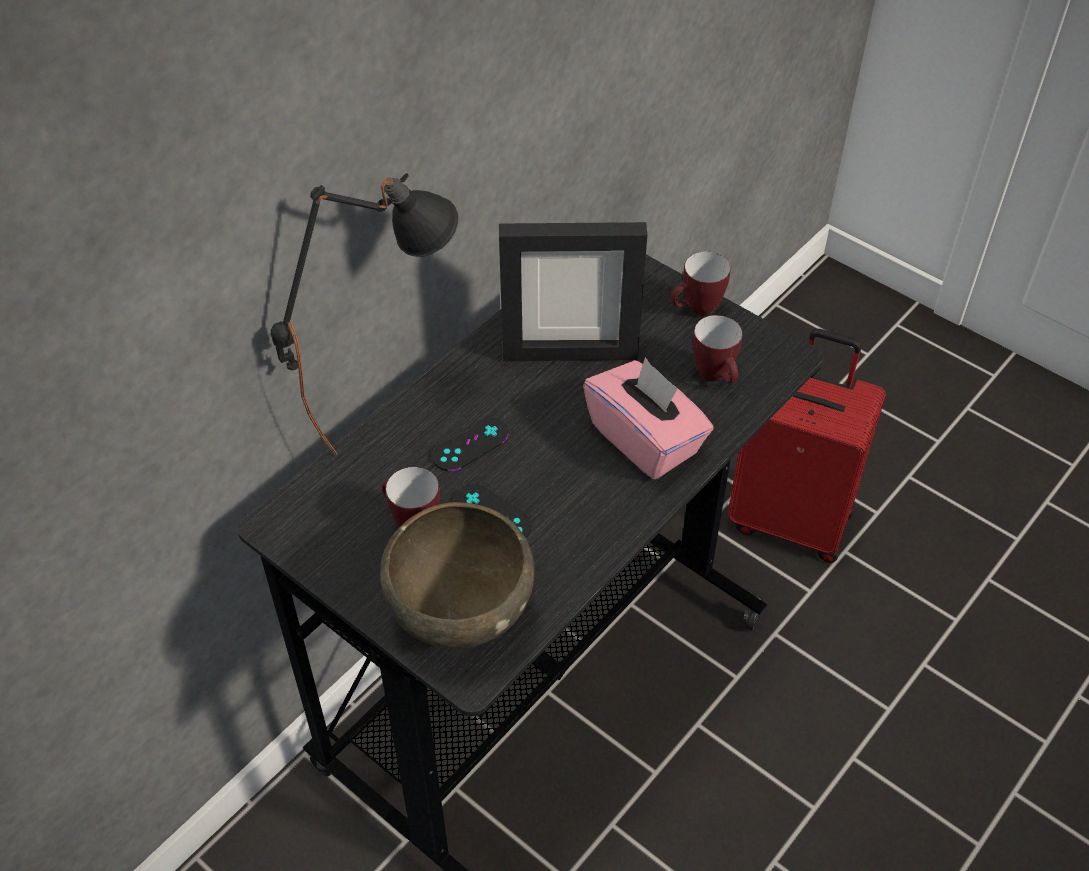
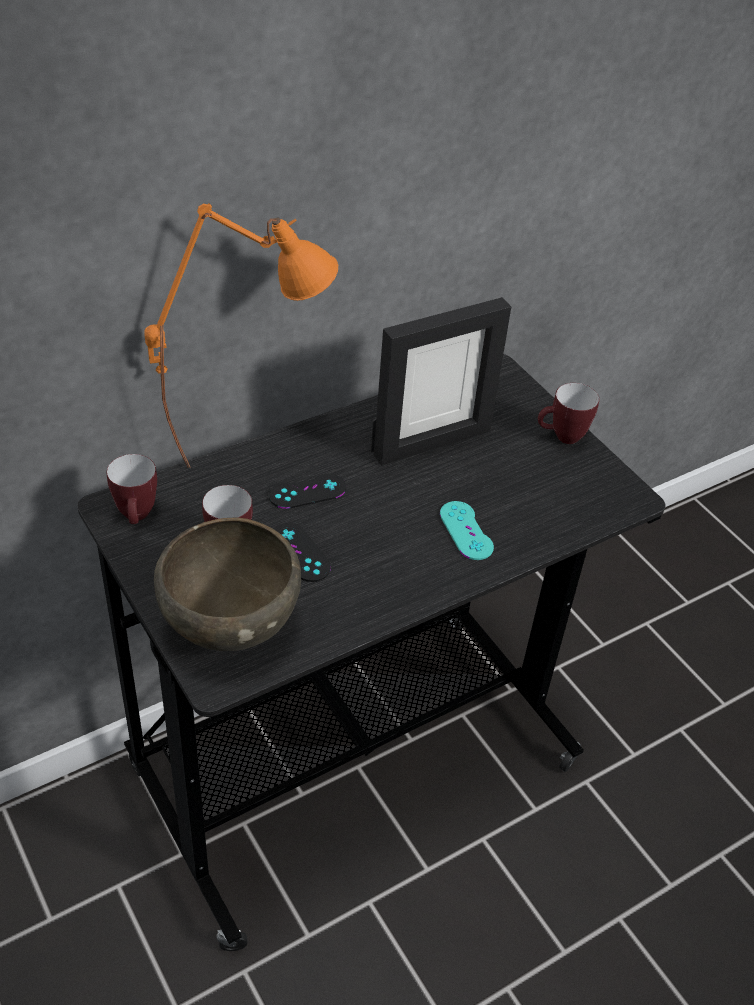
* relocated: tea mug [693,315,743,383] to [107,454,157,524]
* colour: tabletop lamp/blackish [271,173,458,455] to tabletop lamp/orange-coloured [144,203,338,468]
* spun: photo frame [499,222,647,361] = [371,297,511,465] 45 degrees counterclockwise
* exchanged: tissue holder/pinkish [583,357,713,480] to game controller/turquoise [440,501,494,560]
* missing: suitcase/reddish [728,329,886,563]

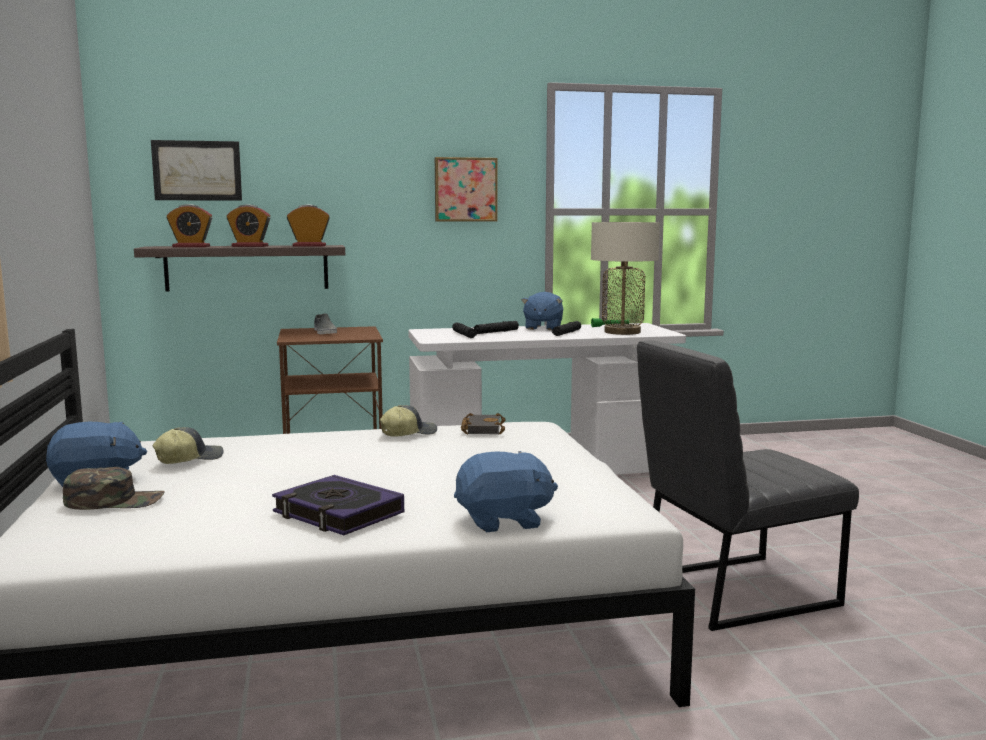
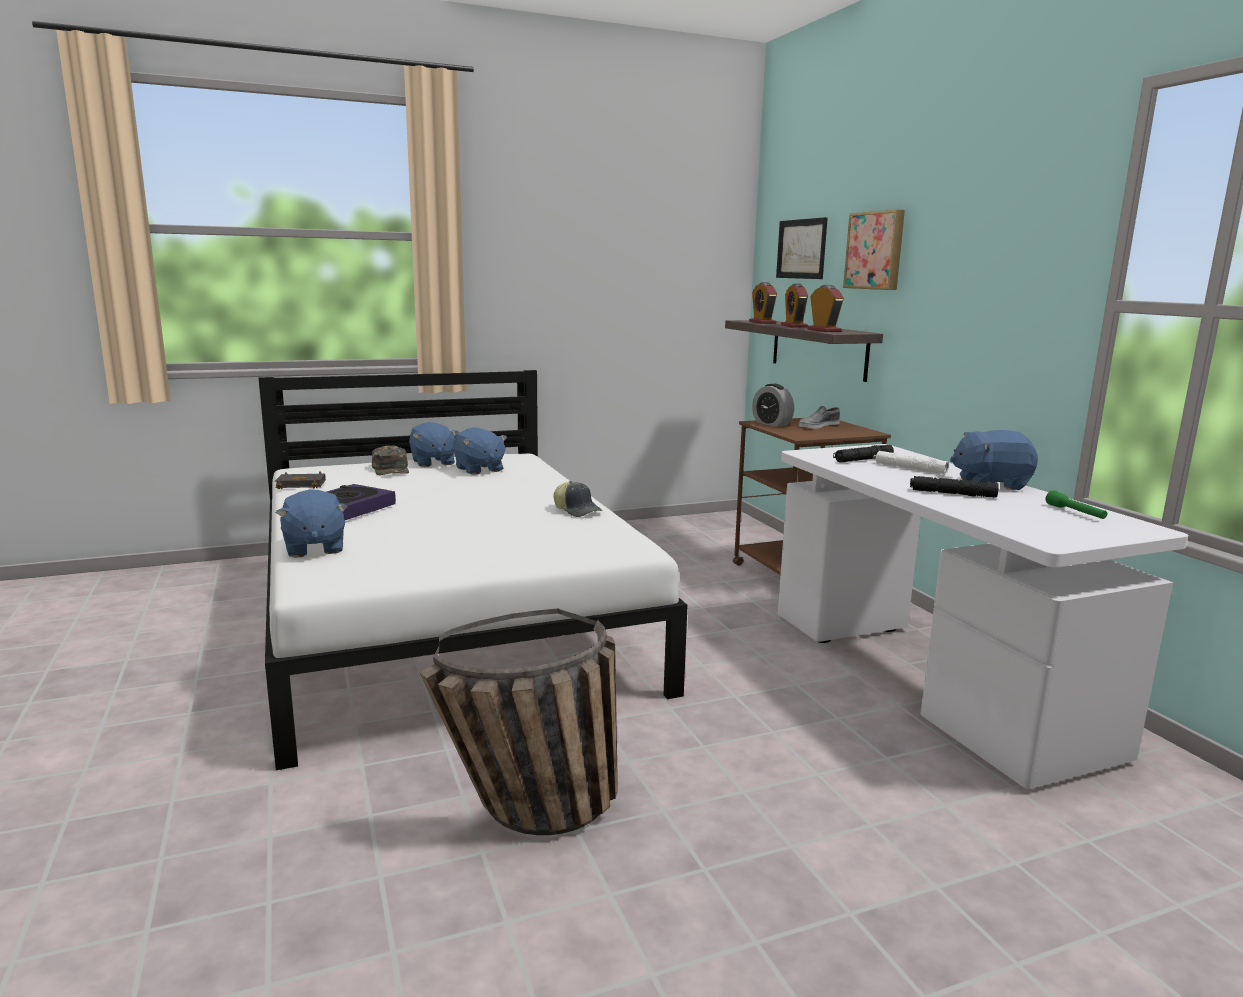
* relocated: book/blackish [461,413,505,435] to [275,472,326,489]
* exchanged: upright chair/gray [637,340,859,631] to household basket [420,609,618,835]
* exchanged: peaked cap [152,427,223,464] to plush toy/blue-coloured [453,427,507,475]
* appeared: table clock [752,384,794,427]
* relocated: wall picture [435,157,497,221] to [843,210,905,290]
* colour: torch/blackish [473,321,519,334] to torch/white-coloured [873,451,949,474]
* missing: tabletop lamp [591,222,660,335]

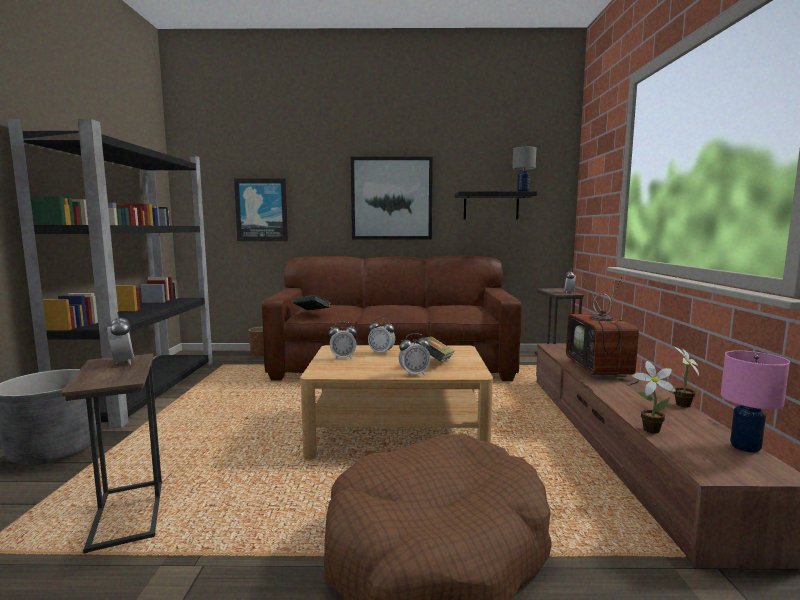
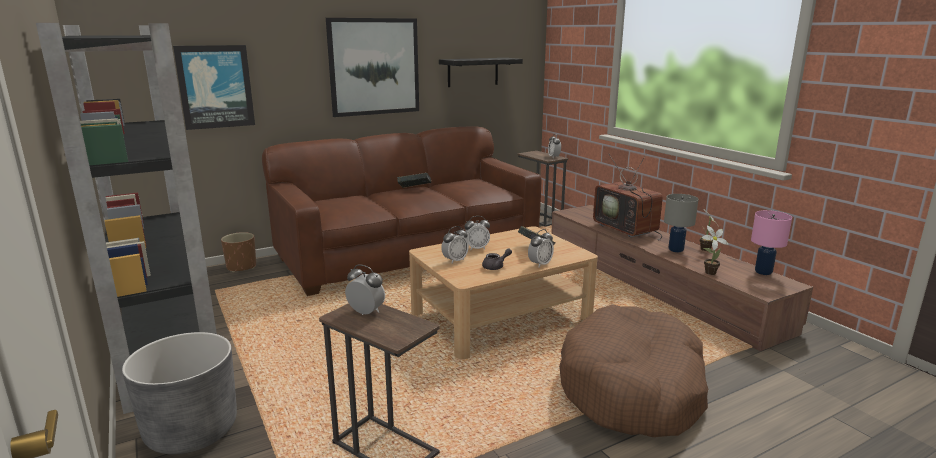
* relocated: book [293,295,331,311] to [397,173,432,188]
* appeared: tea pot/gray [482,248,512,270]
* relocated: tabletop lamp/gray [512,147,536,191] to [664,194,698,252]

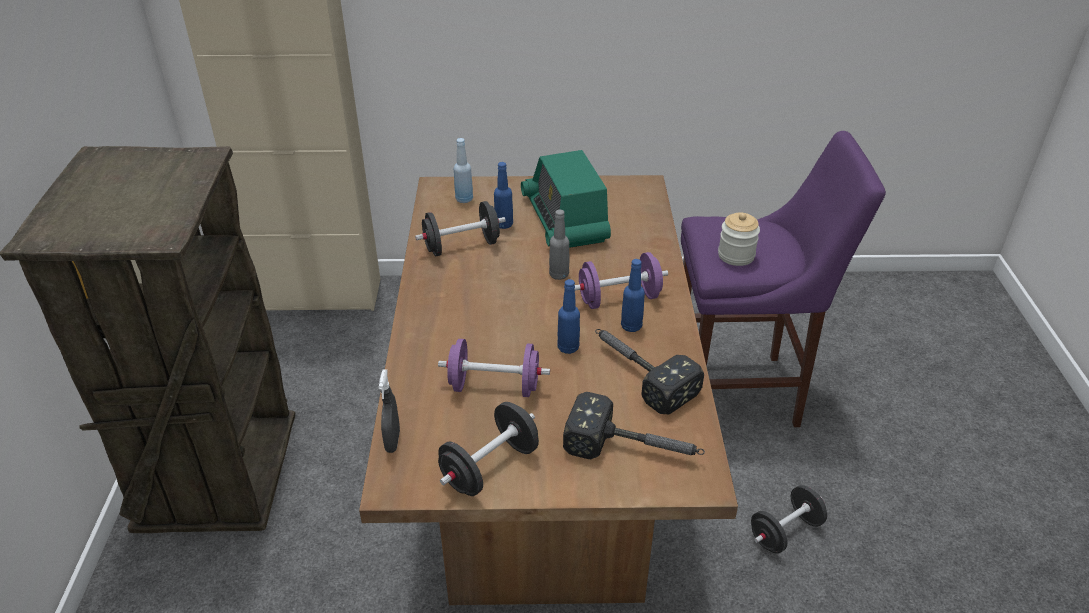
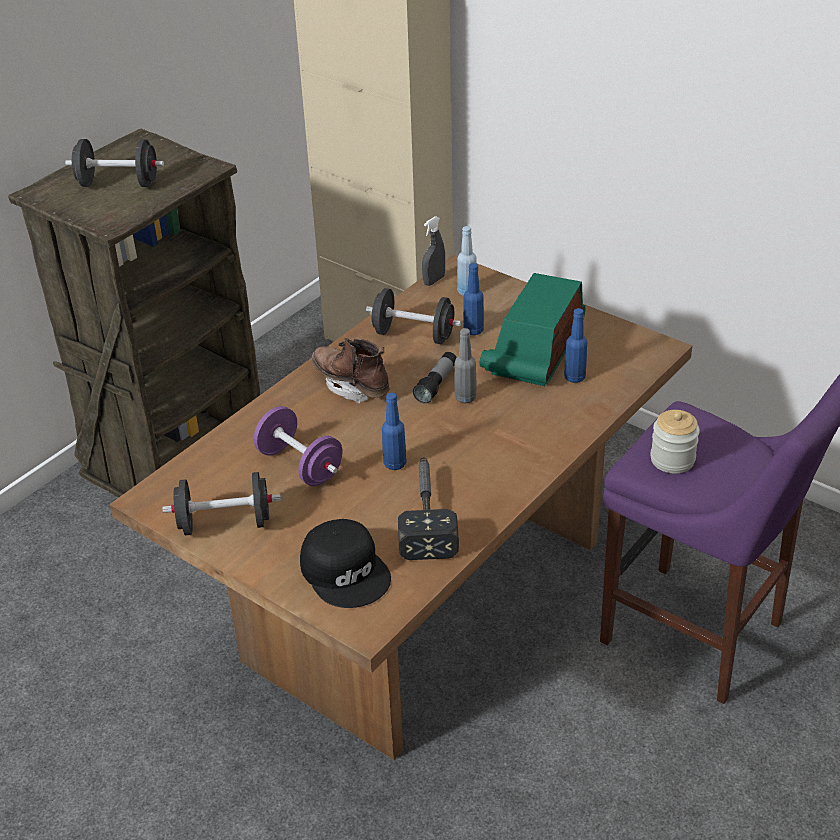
* relocated: hand weight/blackish [751,485,827,554] to [65,139,164,187]
* exchanged: hand hammer [563,392,705,459] to peaked cap/blackish [300,519,391,608]
* appeared: tall boot/brown [311,338,389,403]
* appeared: torch [413,352,457,404]
* relocated: sprayer/gray [379,370,400,453] to [422,216,445,286]
* relocated: beverage bottle/blue-coloured [621,259,645,332] to [564,308,587,383]
* missing: hand weight/purple-coloured [575,252,668,309]

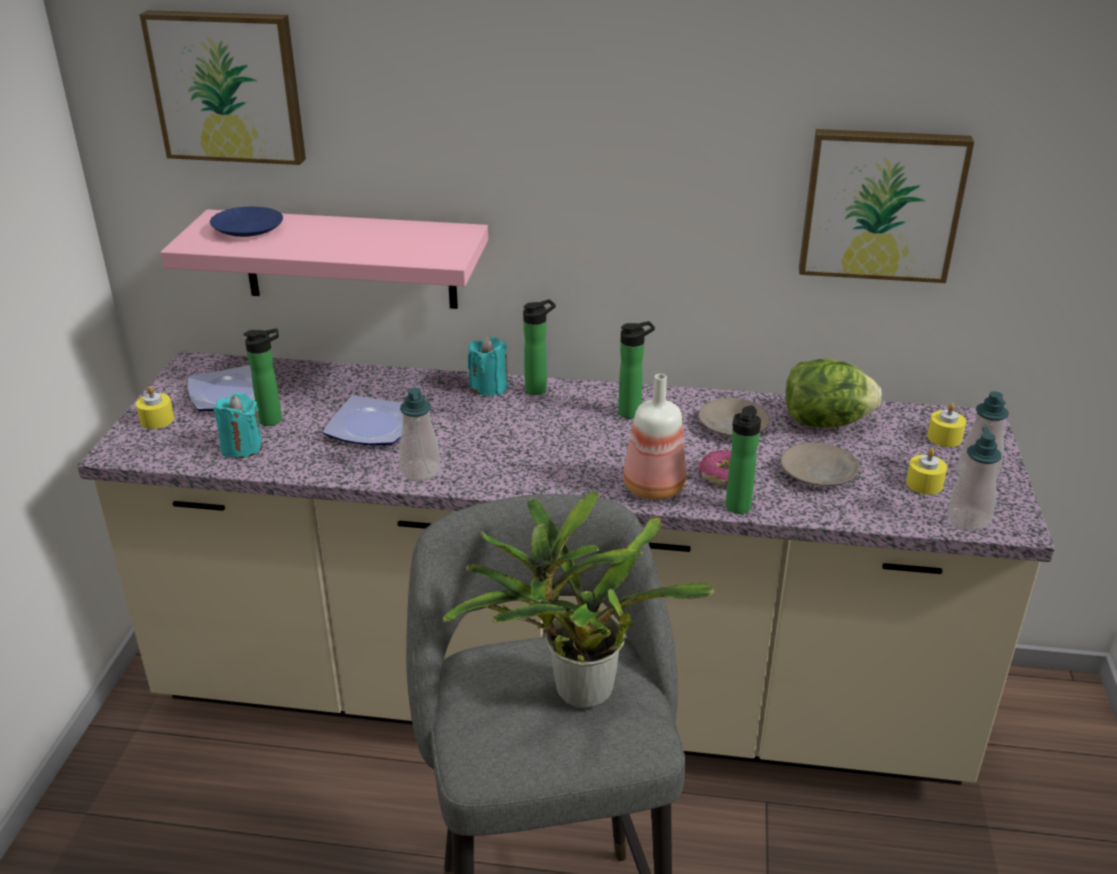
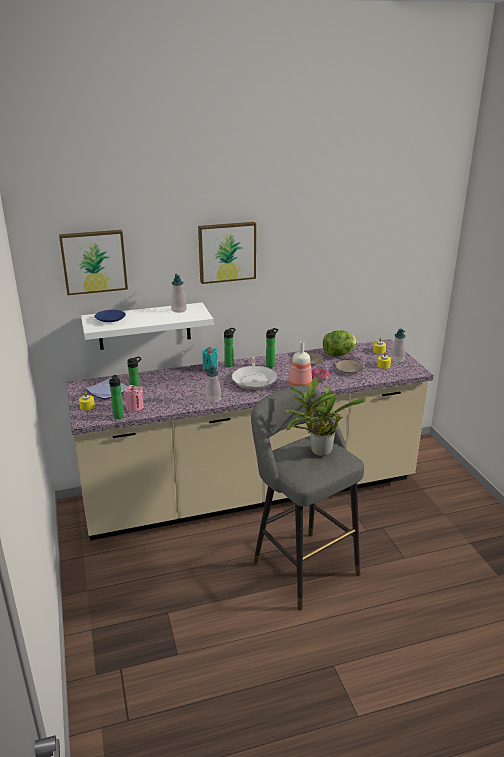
* colour: wall shelf/pinkish [160,209,488,309] to wall shelf/white-coloured [81,302,213,350]
* relocated: beverage bottle [725,405,761,514] to [109,375,124,419]
* colour: wax candle/turquoise [213,393,263,458] to wax candle/pinkish [124,385,144,412]
* relocated: liquid soap bottle [947,427,1002,531] to [171,274,187,313]
* relocated: wall picture [799,129,974,283] to [198,222,256,284]
* appeared: skillet [232,356,277,390]
* missing: flat dish [323,395,403,446]

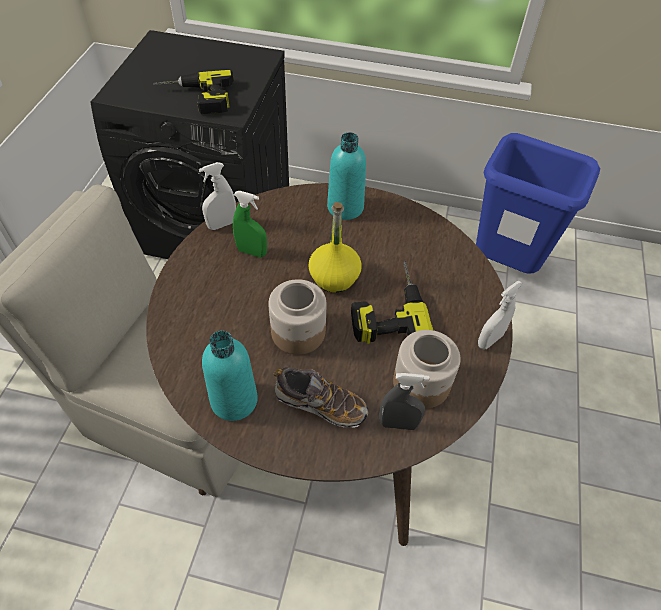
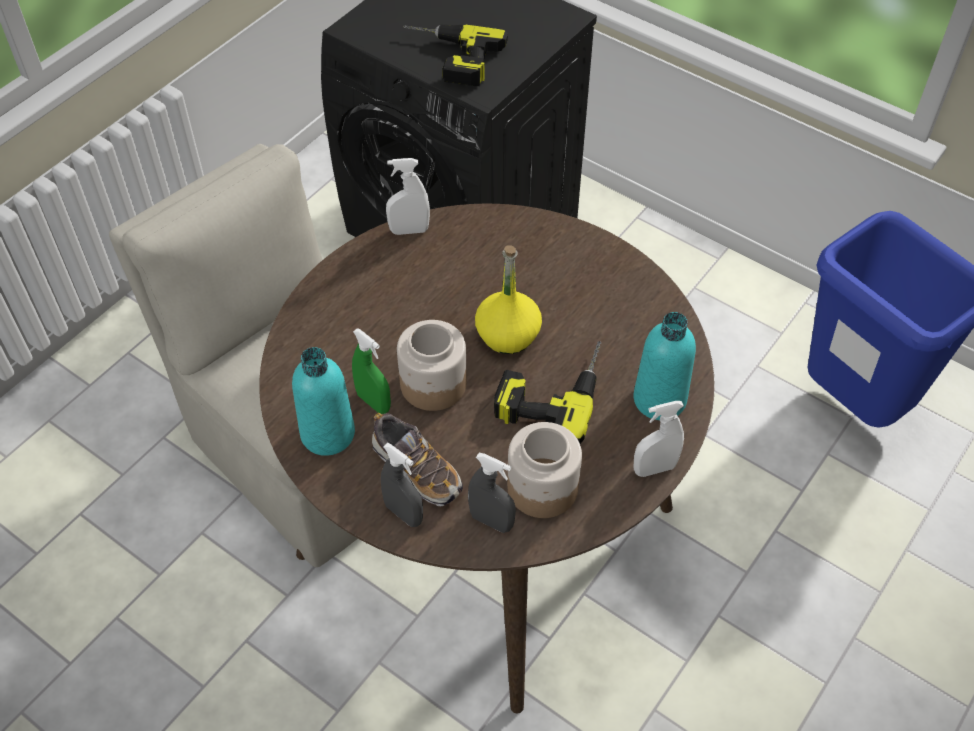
* relocated: sprayer/green [233,191,267,257] to [352,328,391,414]
* appeared: sprayer/gray [381,443,423,527]
* relocated: beverage bottle/turquoise [327,132,366,220] to [633,312,696,420]

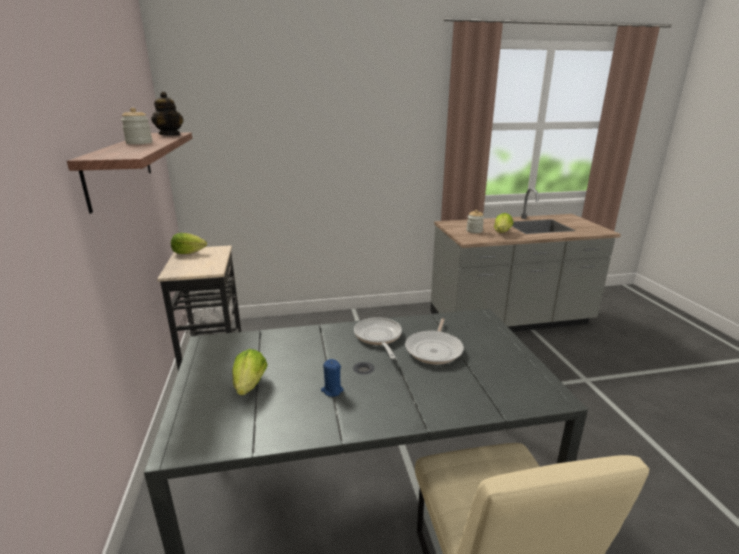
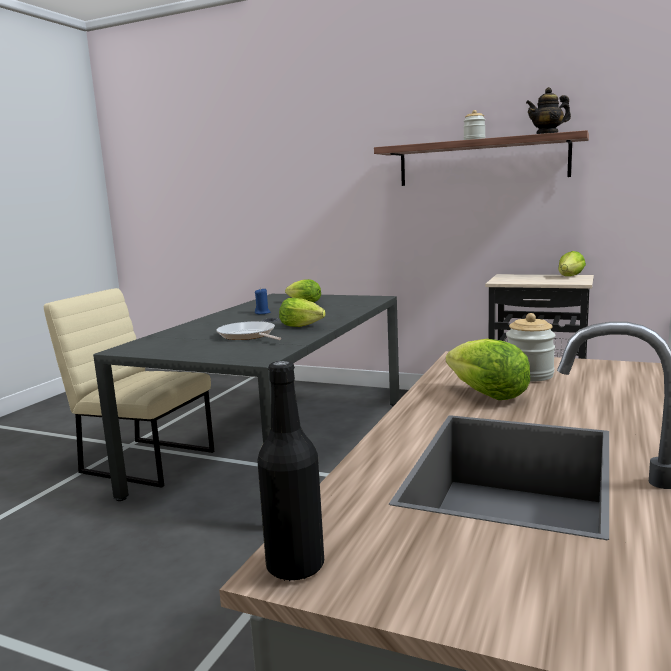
* appeared: beverage bottle/blackish [257,361,324,582]
* exchanged: skillet [354,317,402,359] to lettuce [279,298,326,327]

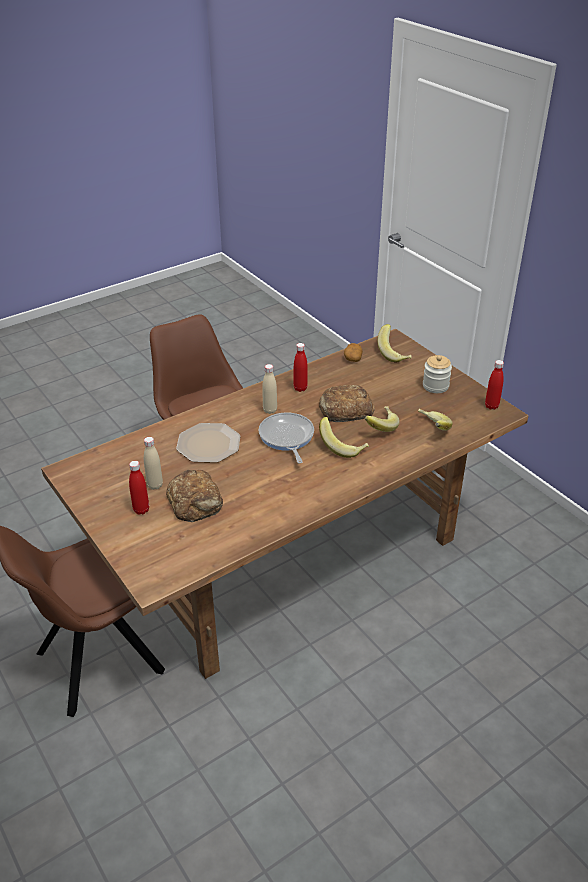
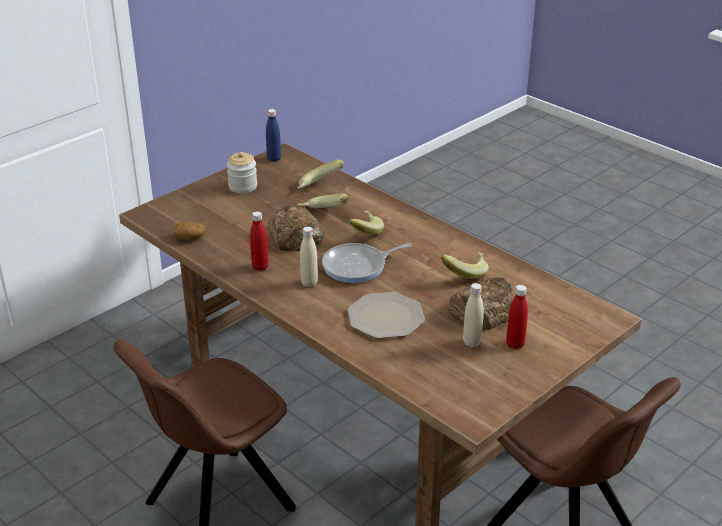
* colour: beverage bottle/reddish [485,360,504,410] to beverage bottle/blue-coloured [266,109,281,162]
* relocated: whole banana [377,324,412,363] to [441,253,489,279]

